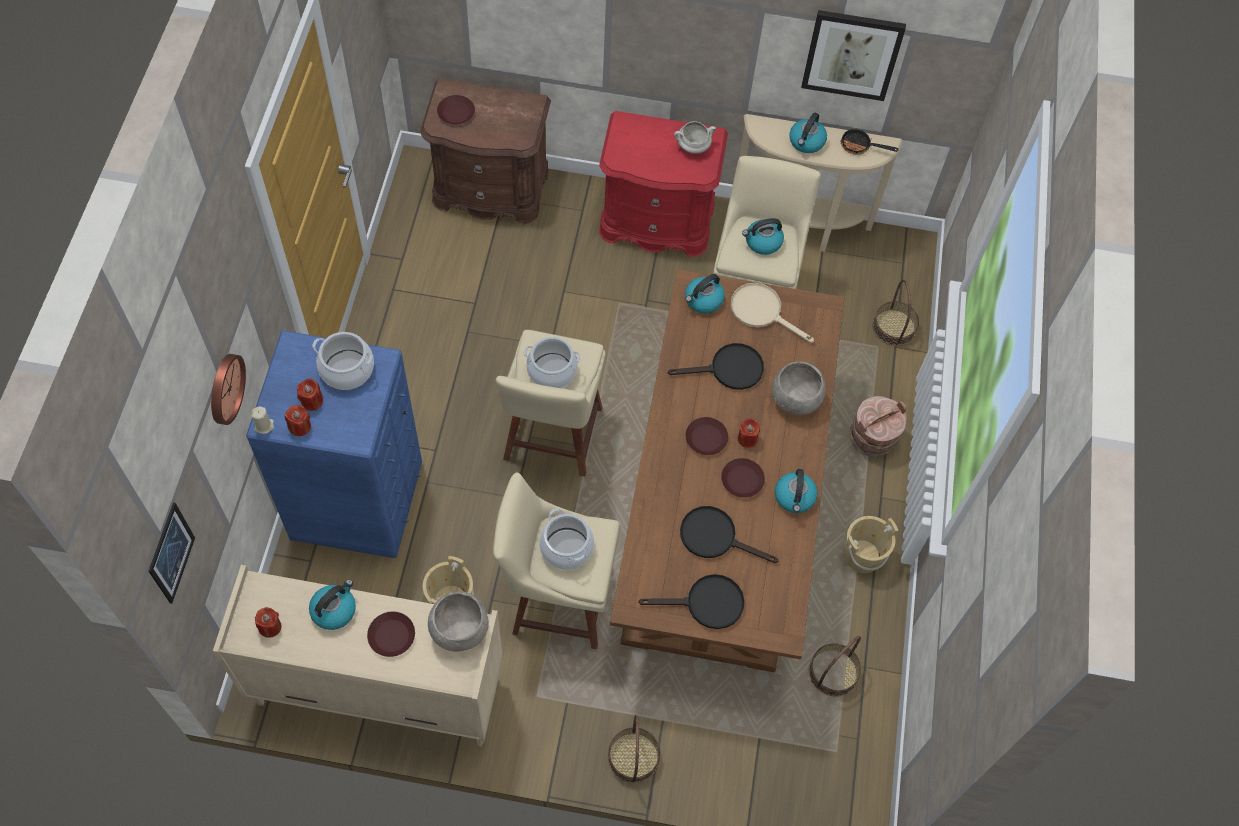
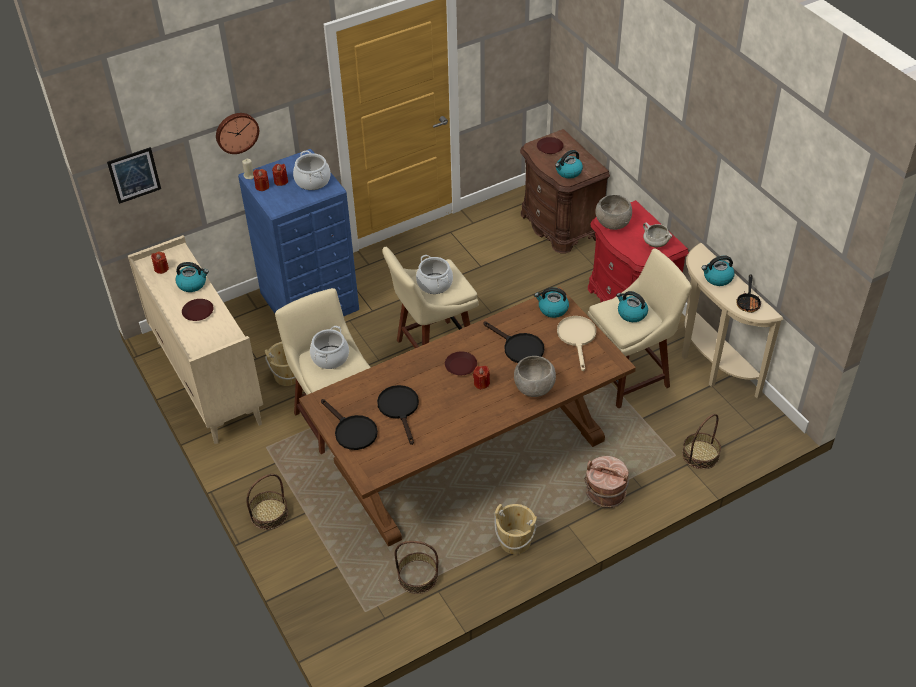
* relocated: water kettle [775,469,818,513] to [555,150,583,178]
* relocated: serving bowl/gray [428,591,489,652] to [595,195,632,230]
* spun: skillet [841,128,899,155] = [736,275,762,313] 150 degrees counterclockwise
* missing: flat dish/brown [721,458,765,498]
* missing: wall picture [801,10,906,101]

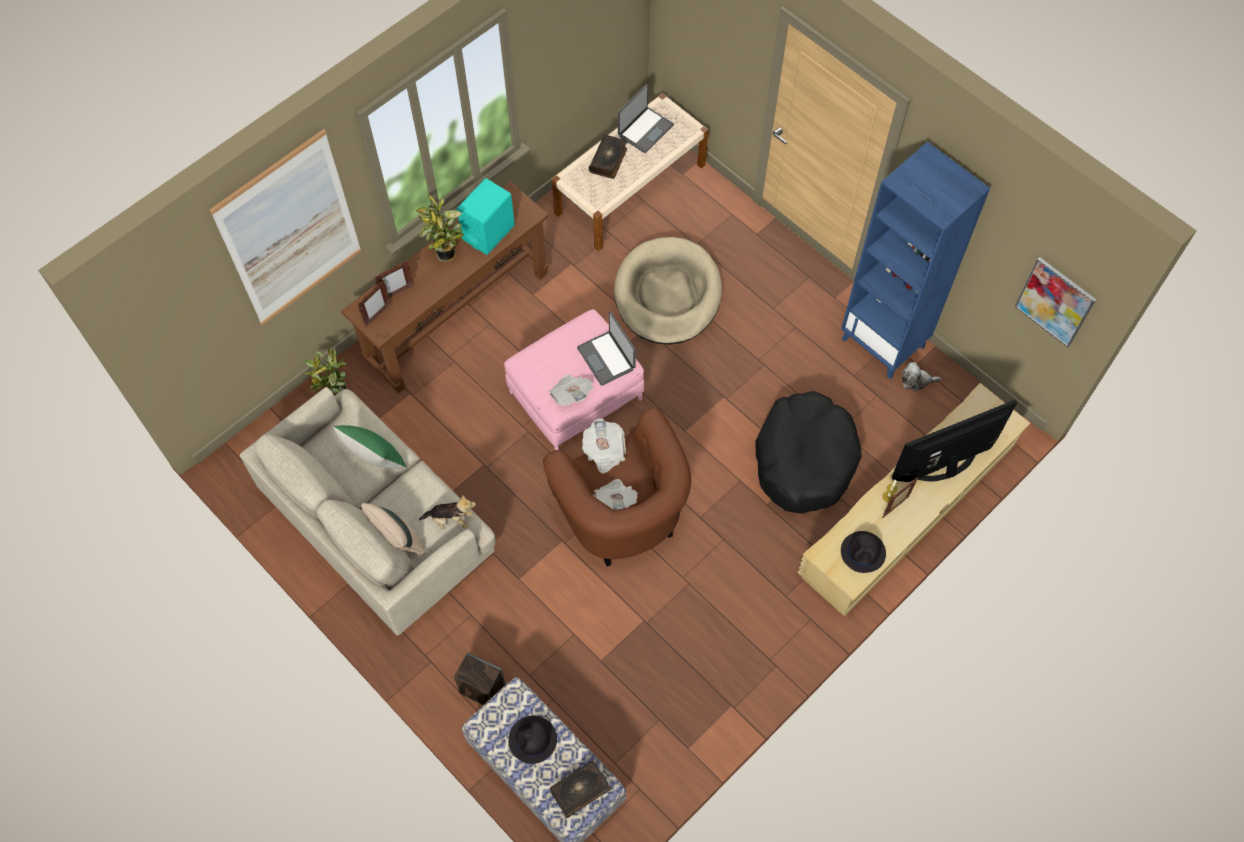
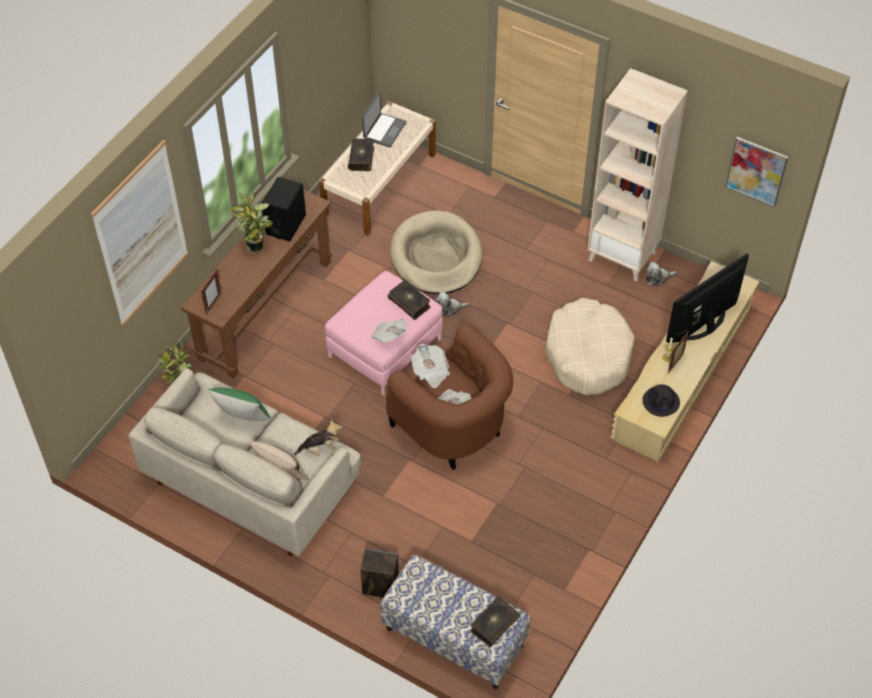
* colour: loudspeaker/turquoise [457,178,515,255] to loudspeaker/blackish [262,177,306,241]
* exchanged: laptop [577,311,636,386] to book [388,280,431,320]
* appeared: plush toy [435,292,469,317]
* colour: dog cushion/blackish [755,391,861,514] to dog cushion/sand-coloured [545,298,635,395]
* colour: bookshelf/blue-coloured [841,142,990,379] to bookshelf/sand-coloured [587,68,688,282]
* missing: photo frame [374,261,414,298]
* missing: clothing hat/blackish [508,716,557,764]

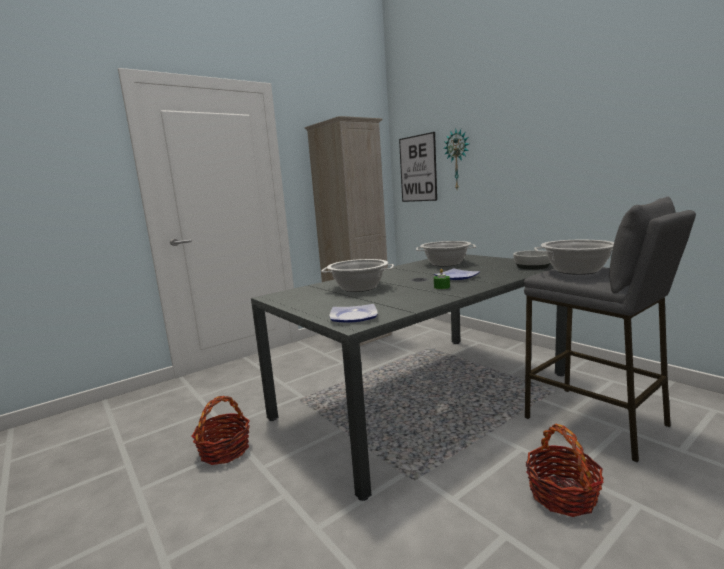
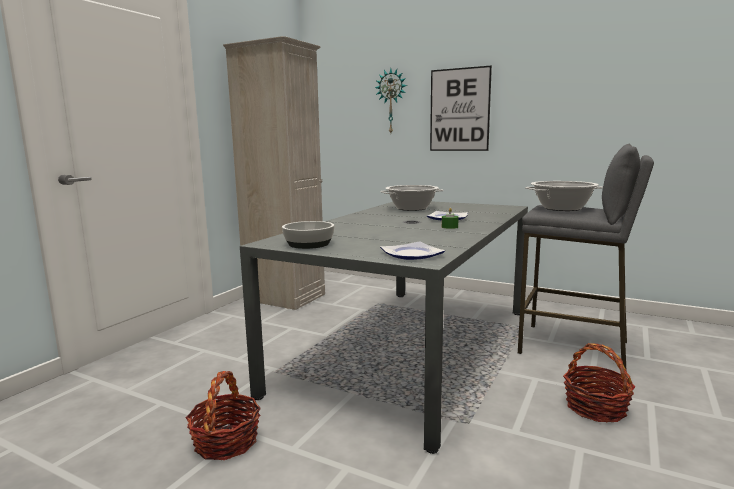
* relocated: serving bowl [513,250,551,270] to [282,221,334,249]
* relocated: wall picture [399,132,437,202] to [430,66,492,151]
* missing: saucepot [321,259,394,292]

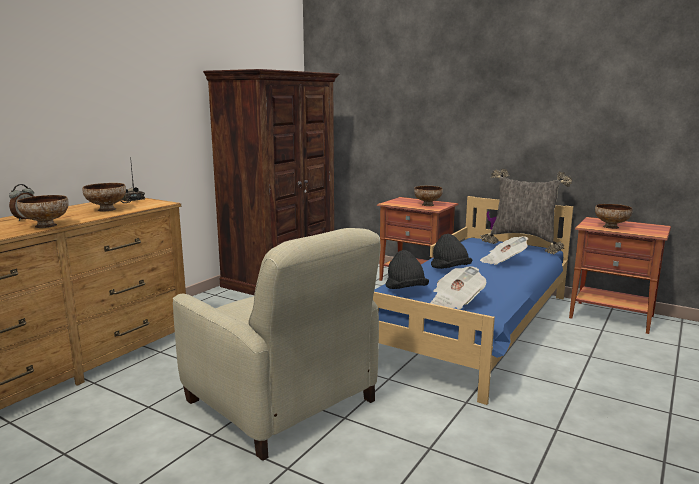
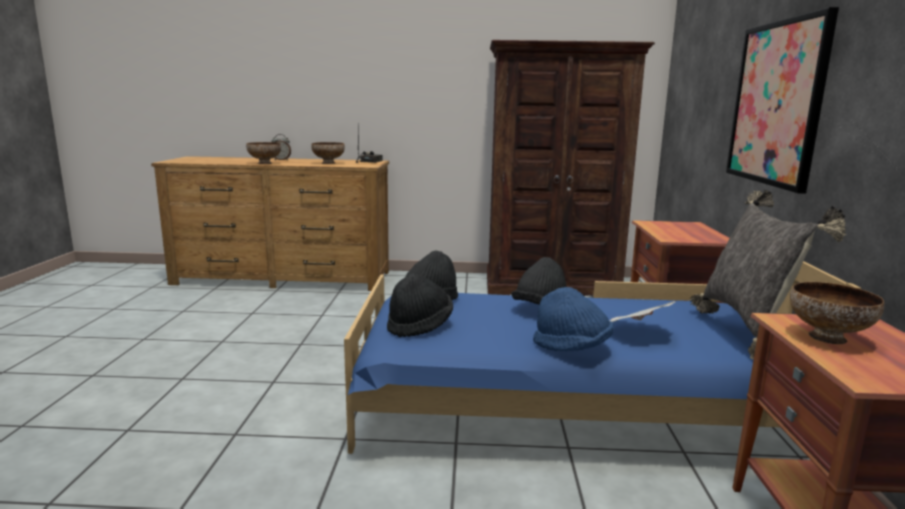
* exchanged: printed paper [431,266,486,309] to clothing hat/blackish [387,273,453,337]
* appeared: clothing hat/blue-coloured [533,287,614,351]
* appeared: wall picture [726,7,839,194]
* missing: armchair/sand-coloured [173,228,380,461]
* missing: serving bowl [414,186,443,206]

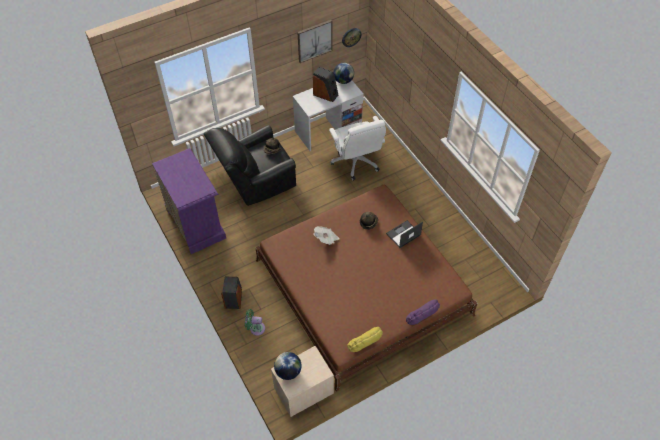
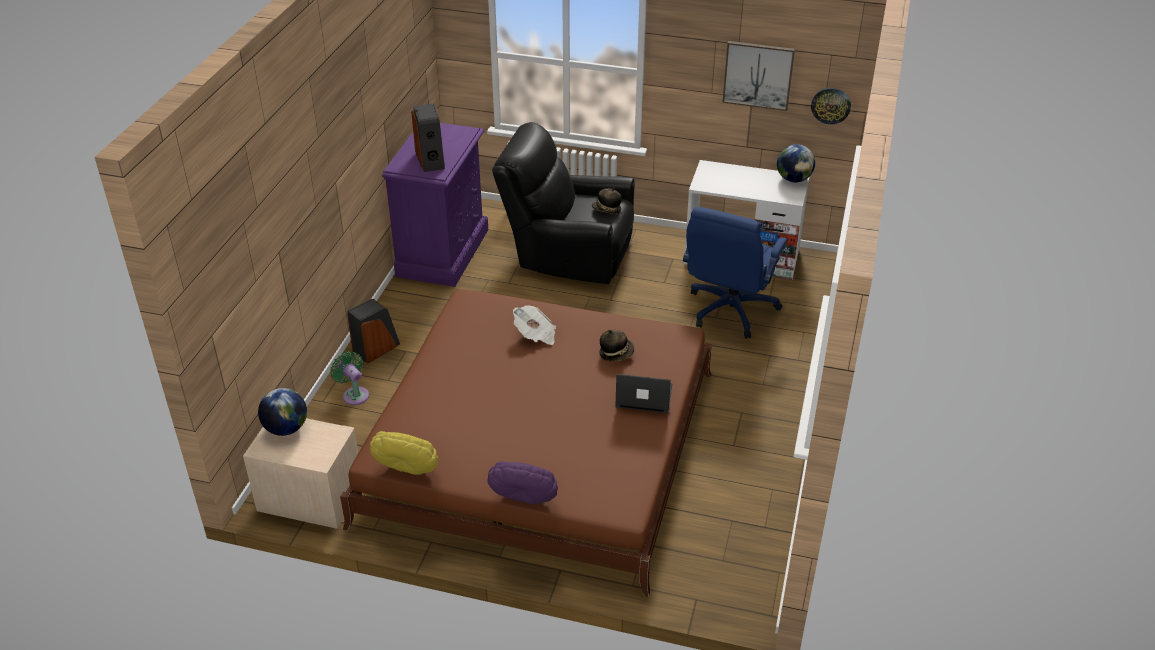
* relocated: loudspeaker [313,67,338,102] to [411,104,445,172]
* colour: computer chair/white-coloured [329,116,386,181] to computer chair/blue-coloured [683,207,787,339]

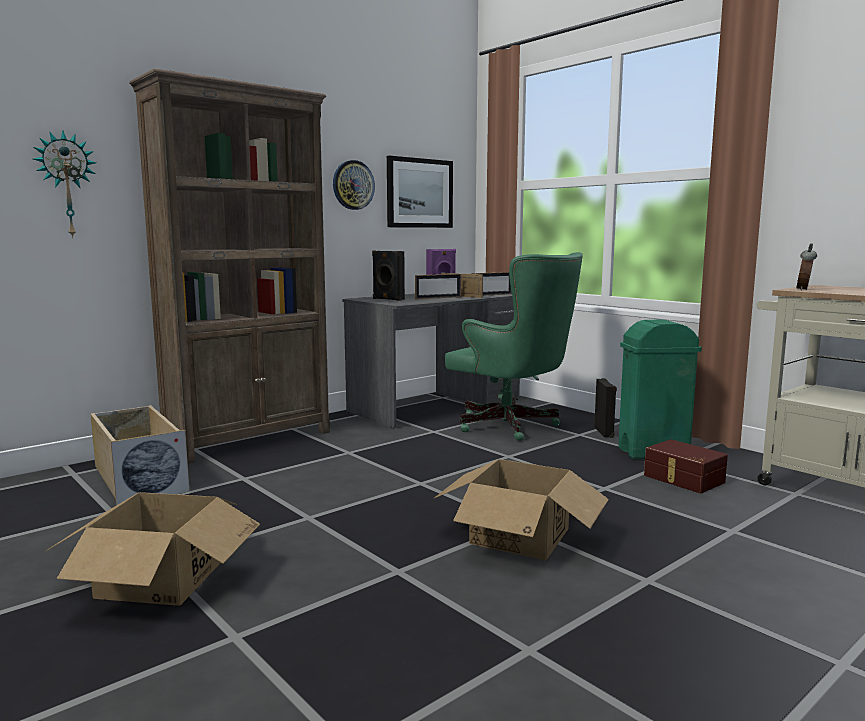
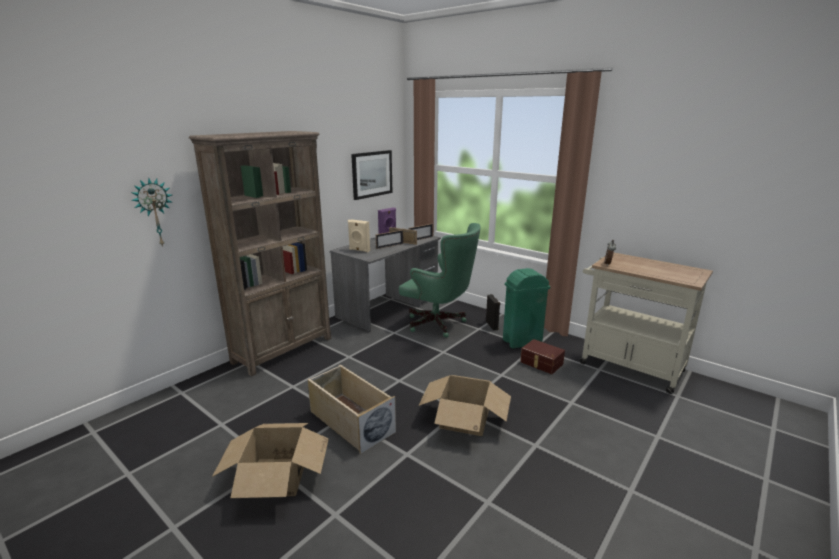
* relocated: storage container/sand-coloured [90,405,190,505] to [307,364,396,454]
* colour: loudspeaker/blackish [372,251,405,301] to loudspeaker/sand-coloured [348,219,370,252]
* missing: wall clock [333,160,375,210]

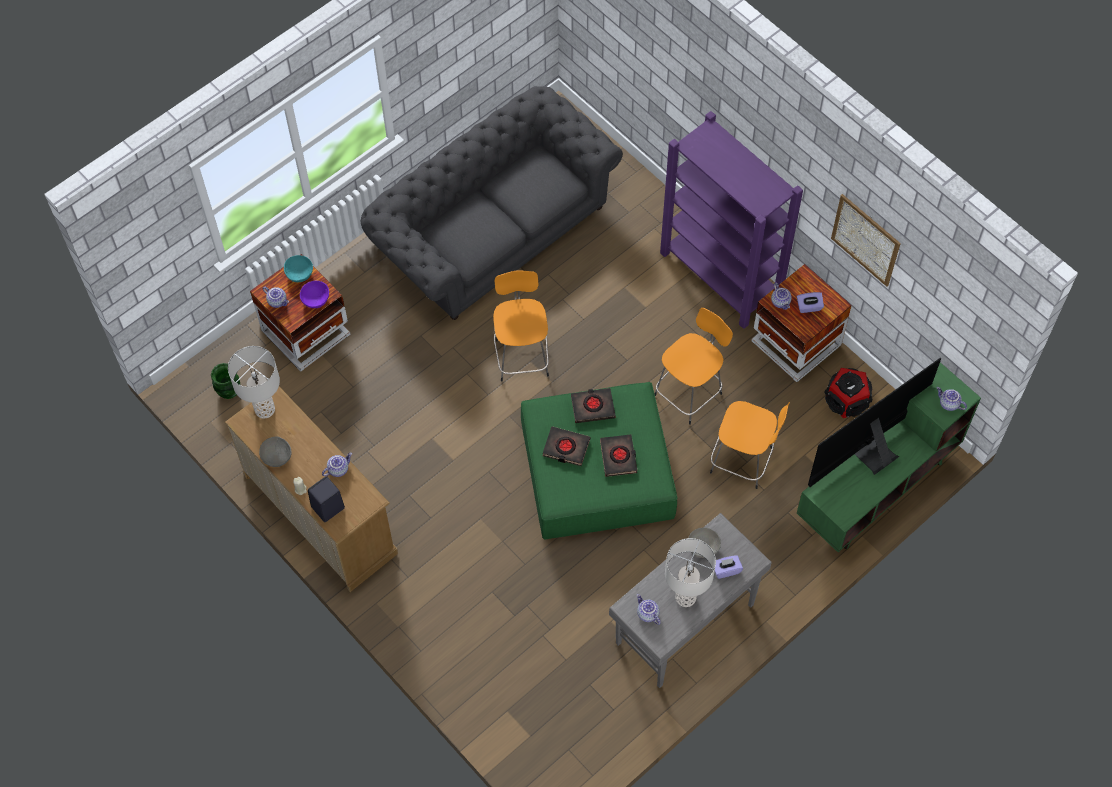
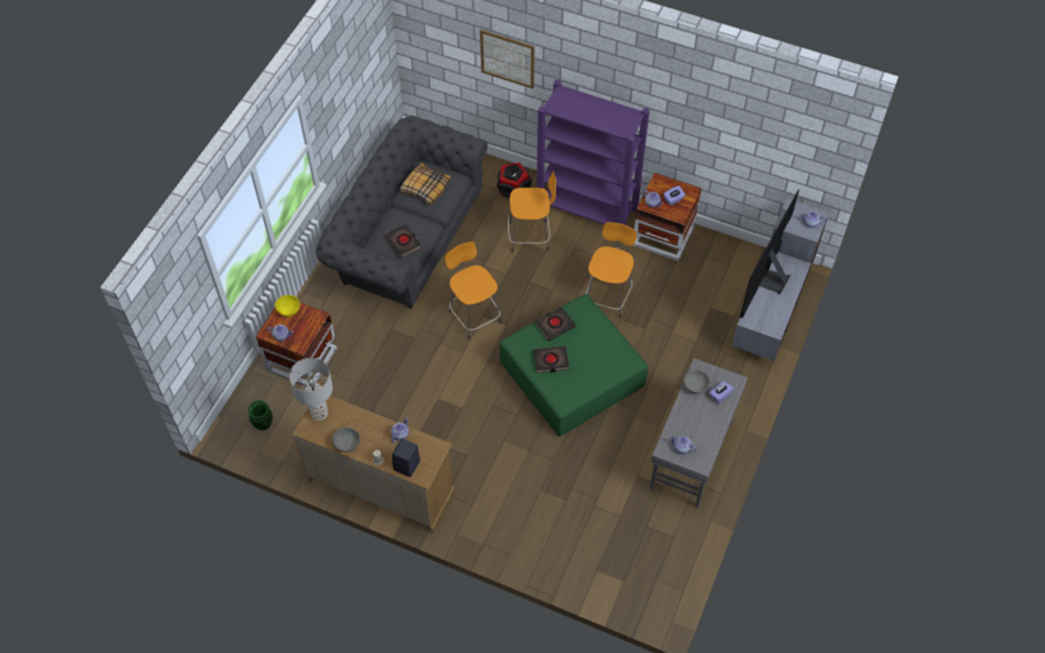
* colour: serving bowl/turquoise [284,255,313,282] to serving bowl/yellow-coloured [275,295,300,317]
* relocated: book/blackish [600,434,637,477] to [385,225,421,258]
* appeared: throw pillow [400,163,451,206]
* relocated: wall picture [831,194,901,287] to [480,29,535,89]
* relocated: loudspeaker [824,368,872,418] to [497,163,532,199]
* relocated: stool/orange-coloured [710,401,790,489] to [508,171,556,252]
* colour: tv stand/green [797,362,981,552] to tv stand/gray [732,198,830,361]
* missing: serving bowl/purple-coloured [300,281,329,308]
* missing: tabletop lamp/white-coloured [665,538,716,607]

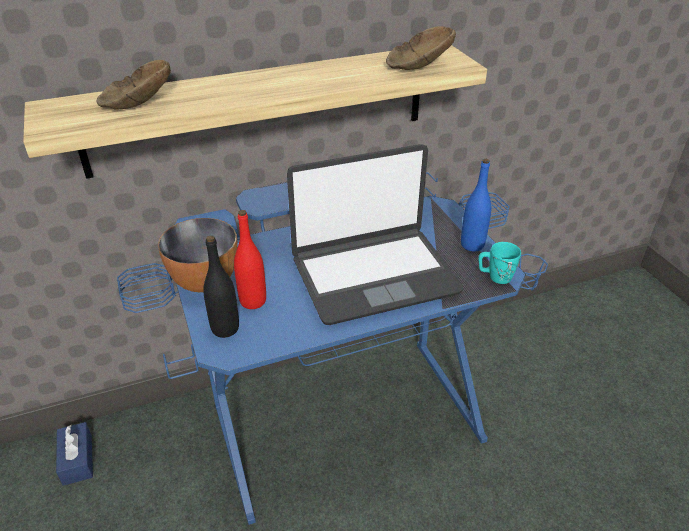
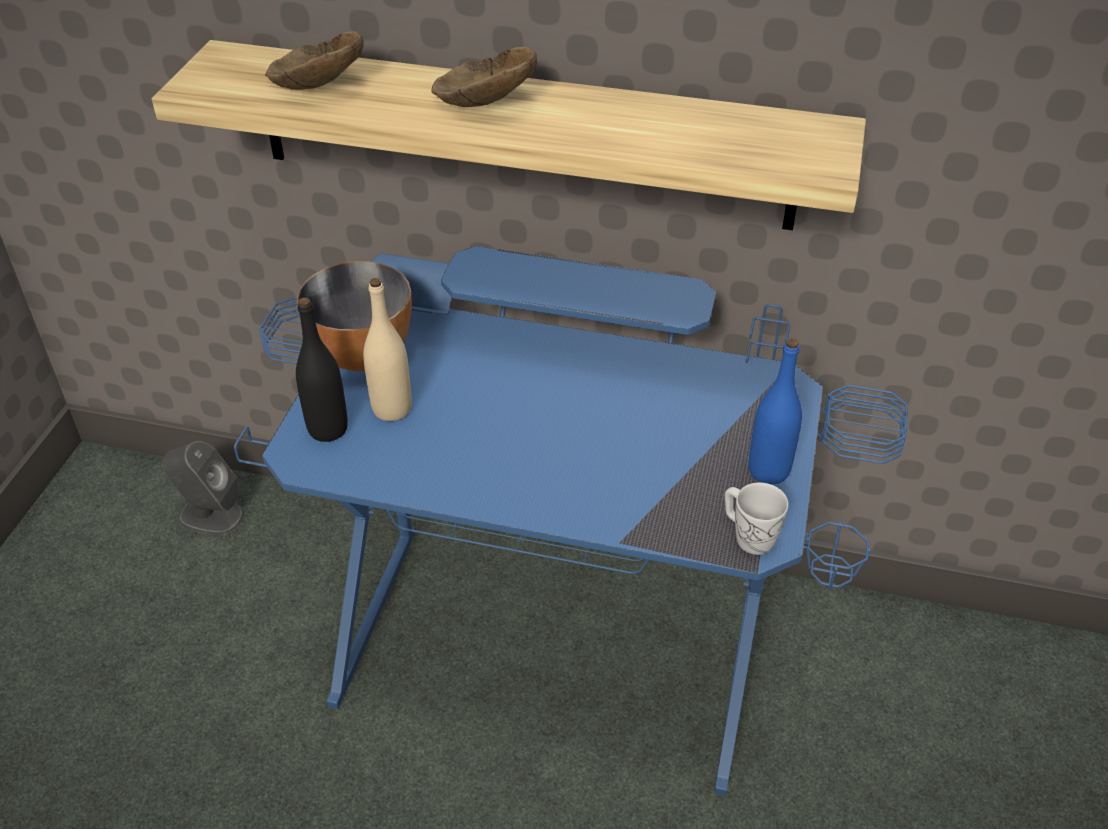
* exchanged: tissue holder/blue-coloured [56,422,93,486] to loudspeaker/gray [161,441,245,535]
* colour: beverage bottle/reddish [234,210,266,309] to beverage bottle/sand-coloured [363,278,412,421]
* relocated: serving bowl/brown [386,26,456,70] to [431,47,537,107]
* colour: tea mug/turquoise [478,242,521,284] to tea mug/white-coloured [725,483,788,555]
* missing: laptop [287,144,463,325]

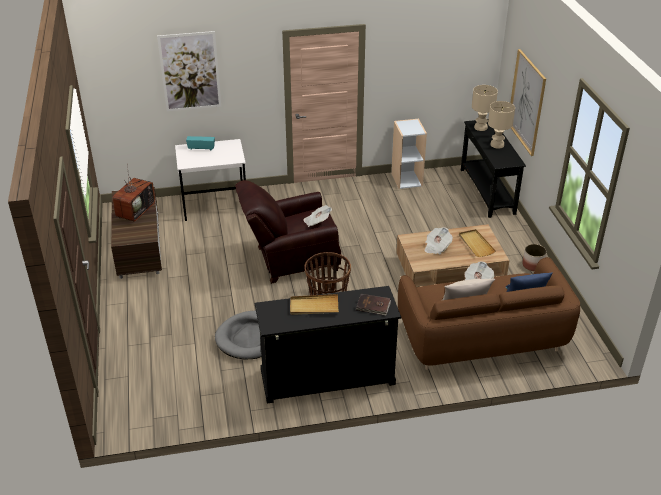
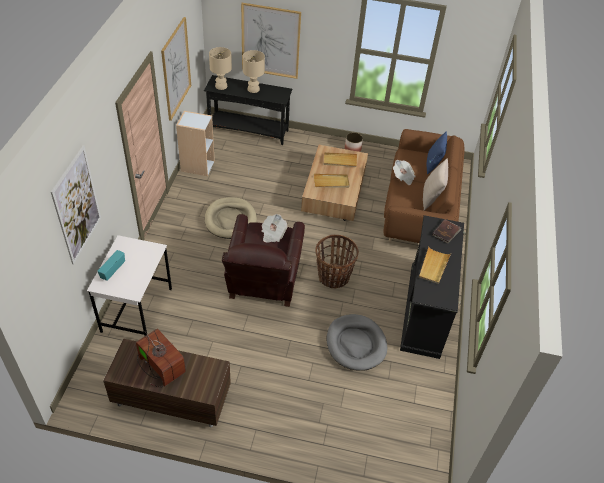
* appeared: wall picture [161,17,191,121]
* appeared: dog cushion/sand-coloured [205,197,257,239]
* exchanged: printed paper [424,227,453,254] to serving tray/sand-coloured [314,174,350,188]

